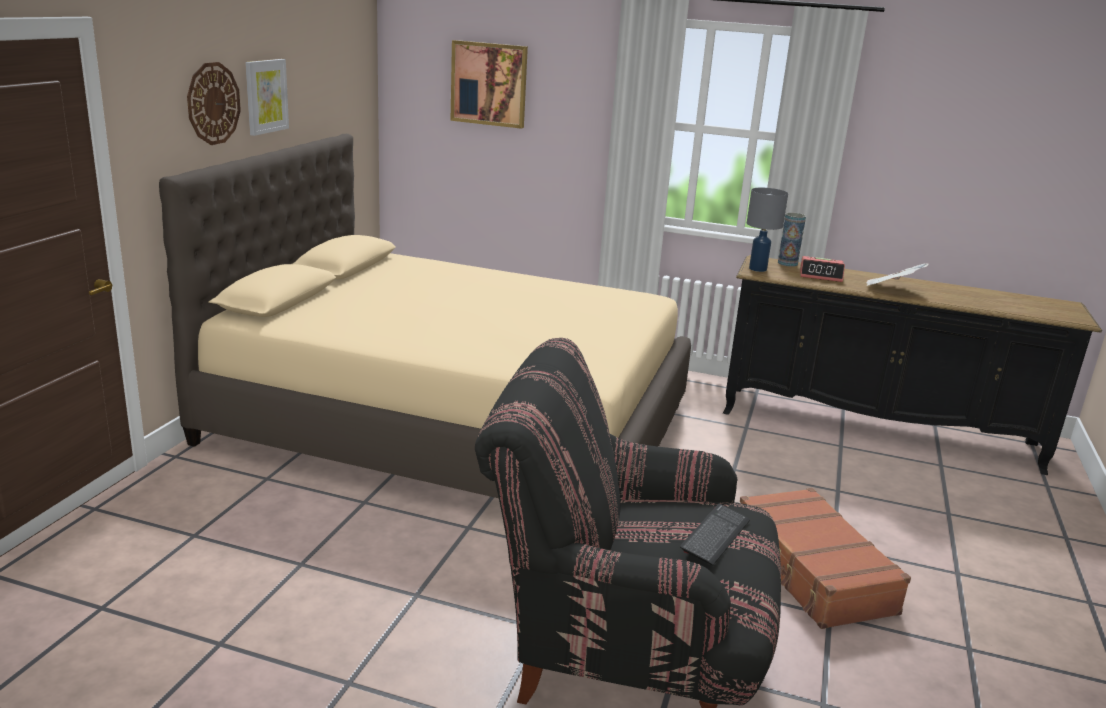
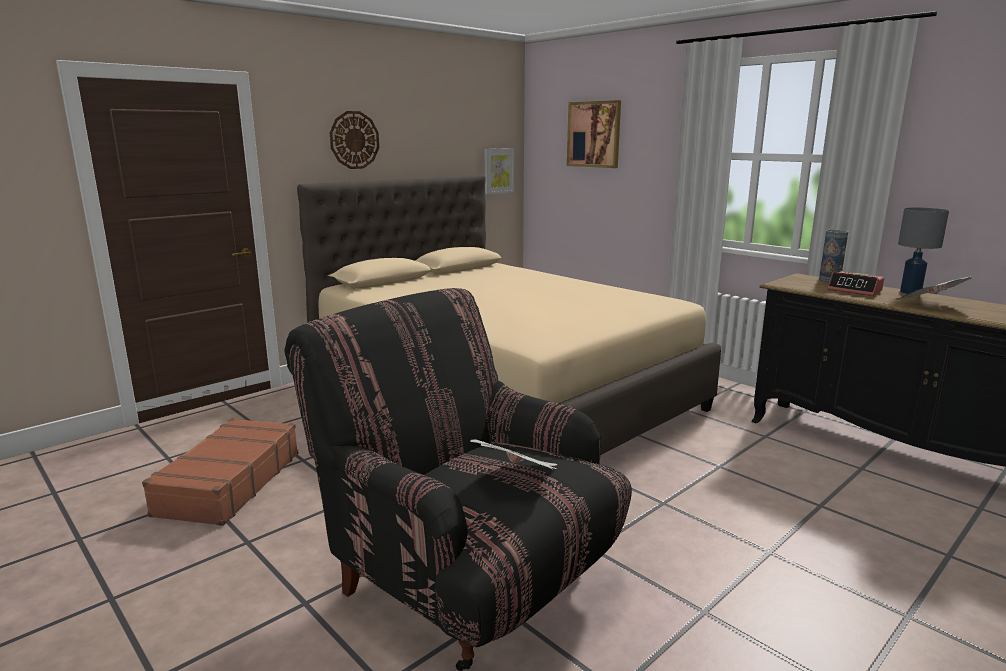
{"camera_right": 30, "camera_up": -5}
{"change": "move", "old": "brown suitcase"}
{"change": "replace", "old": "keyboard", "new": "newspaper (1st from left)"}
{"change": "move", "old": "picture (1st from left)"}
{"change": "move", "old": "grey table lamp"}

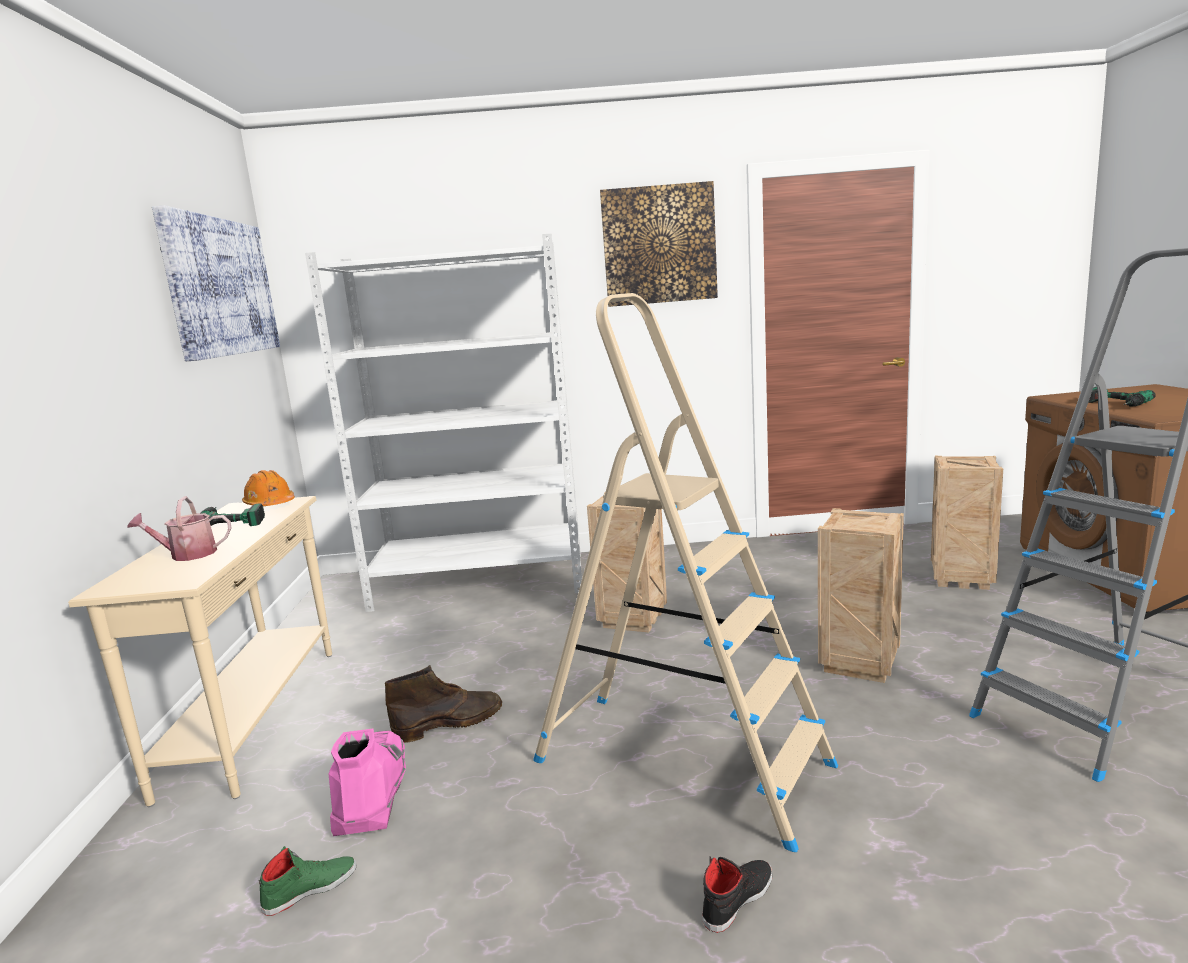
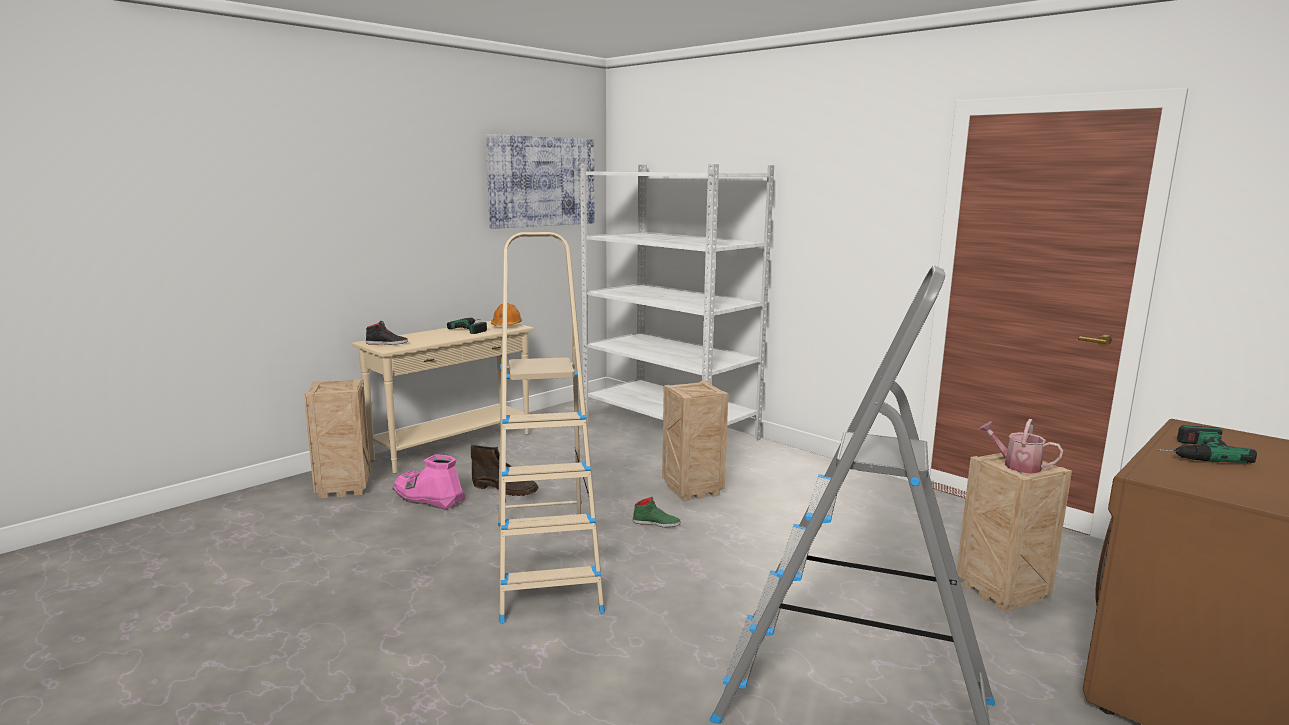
{"camera_right": 45, "camera_up": 0}
{"change": "move", "old": "crate (2nd from left in the first image)", "new": "crate (1st from left)"}
{"change": "move", "old": "black shoe"}
{"change": "rotate", "old": "pink boot", "degrees": -105}
{"change": "move", "old": "green shoe"}
{"change": "move", "old": "watering can"}
{"change": "delete", "old": "picture (2nd from left)"}

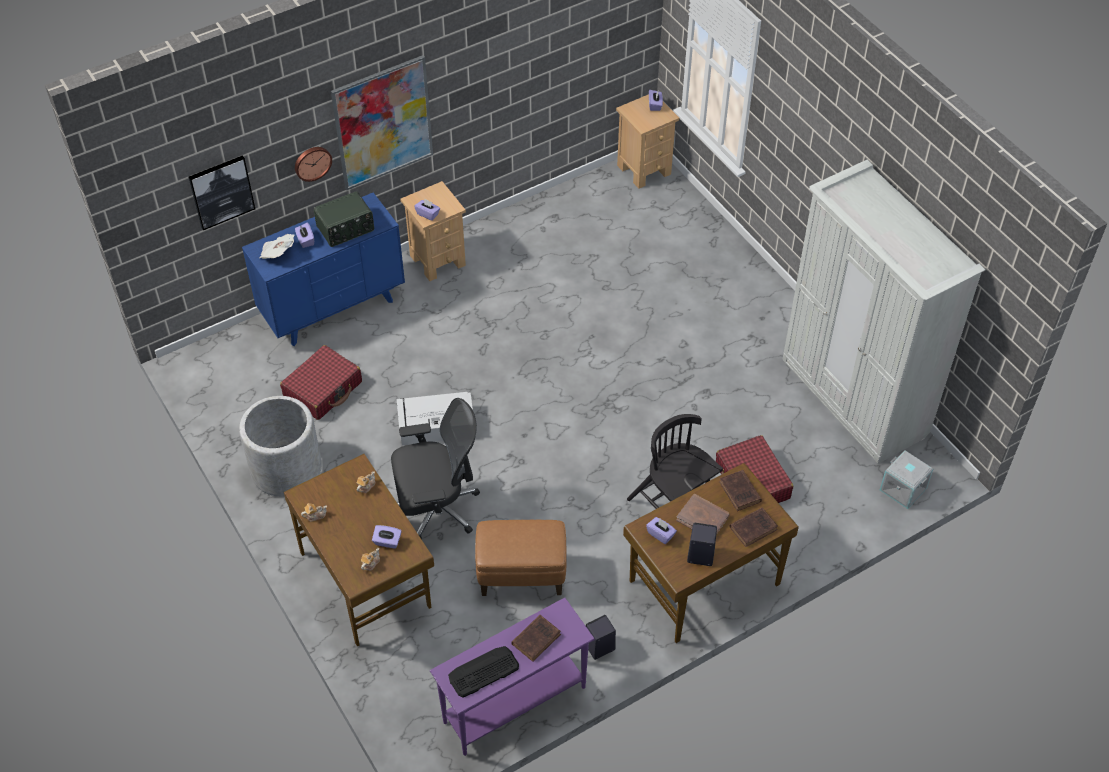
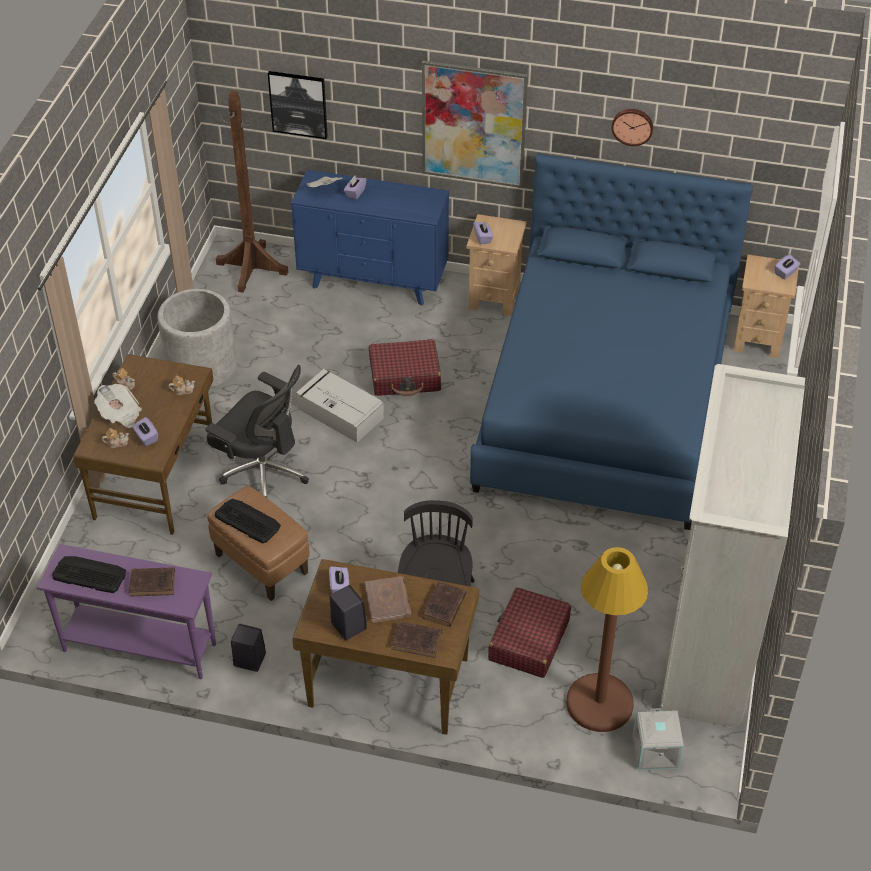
{"camera_right": 45, "camera_up": -5}
{"change": "insert", "new": "newspaper (1st from left)"}
{"change": "insert", "new": "keyboard (2nd from left)"}
{"change": "insert", "new": "brown clothes rack"}
{"change": "move", "old": "red suitcase (1st from left)"}
{"change": "insert", "new": "blue bed"}
{"change": "insert", "new": "brown floor lamp"}
{"change": "move", "old": "wall clock"}
{"change": "delete", "old": "radio"}

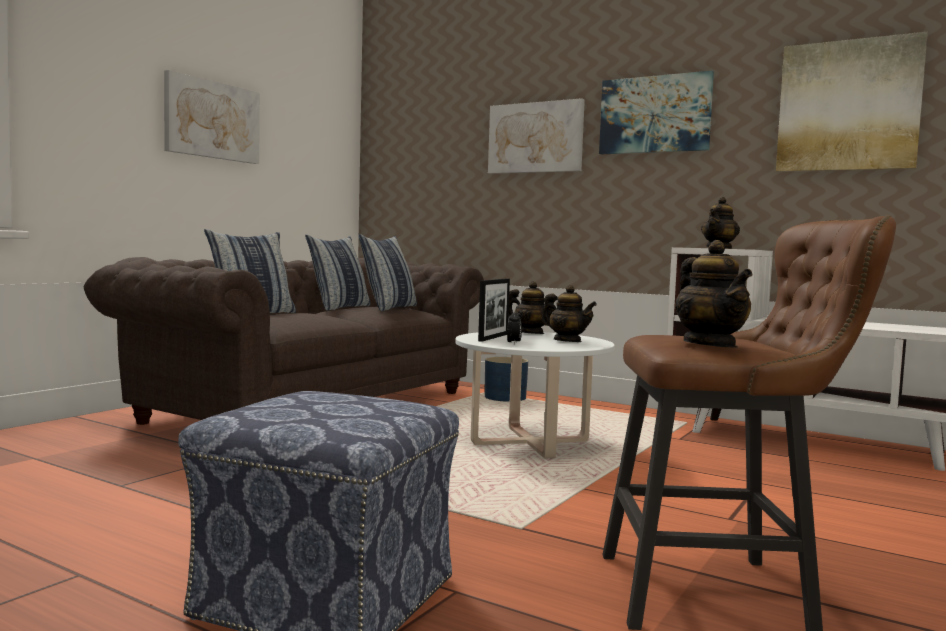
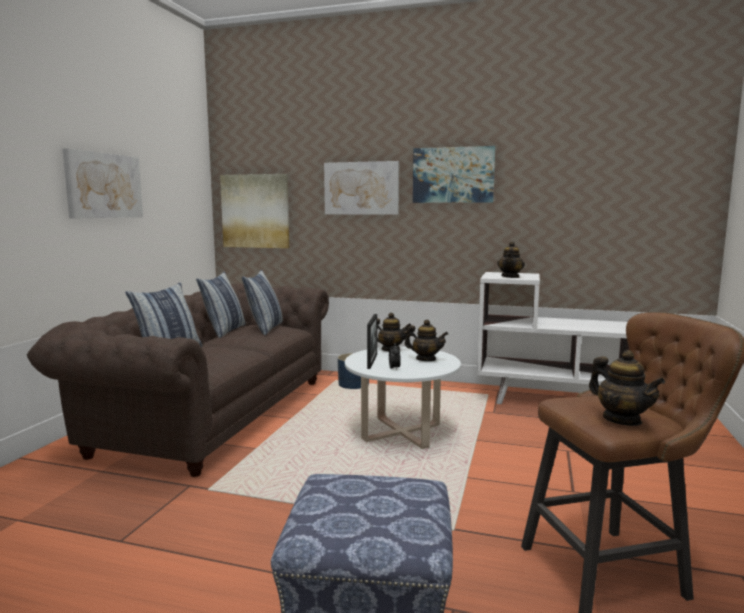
{"camera_right": -15, "camera_up": 5}
{"change": "move", "old": "picture (4th from left in the first image)", "new": "picture (2nd from left)"}

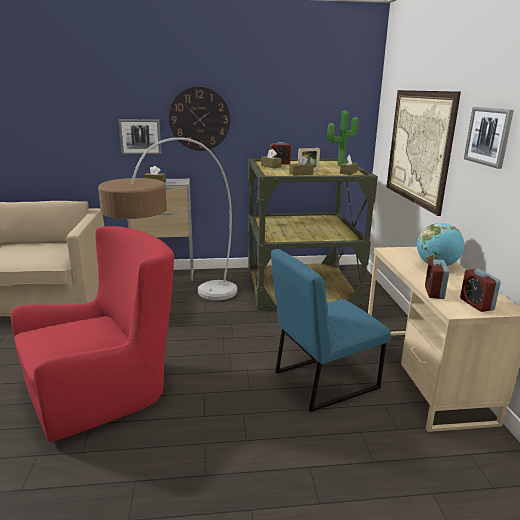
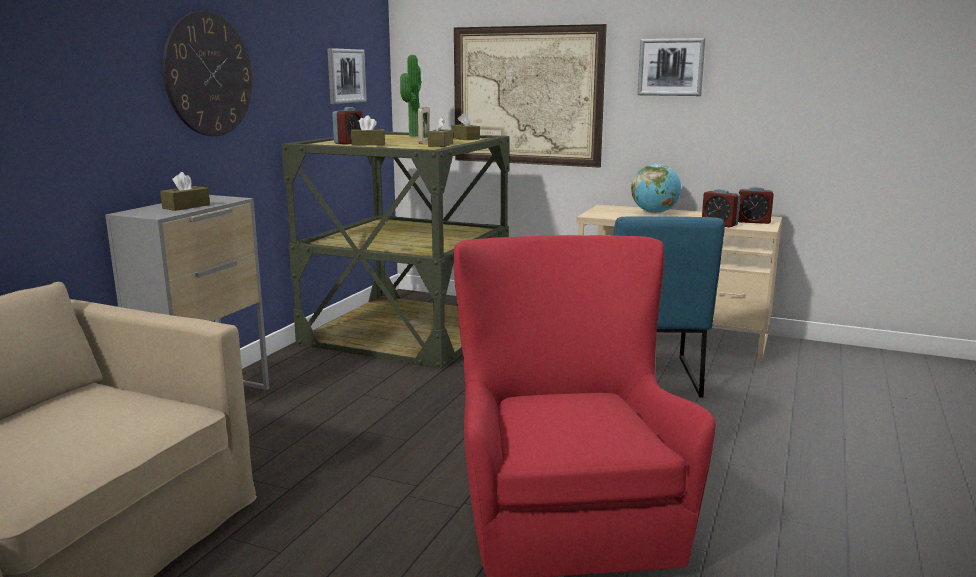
{"camera_right": -60, "camera_up": -5}
{"change": "move", "old": "picture (1st from left)"}
{"change": "delete", "old": "floor lamp"}

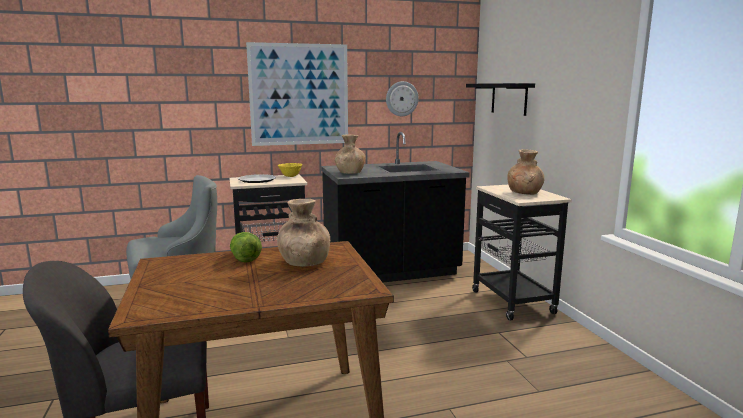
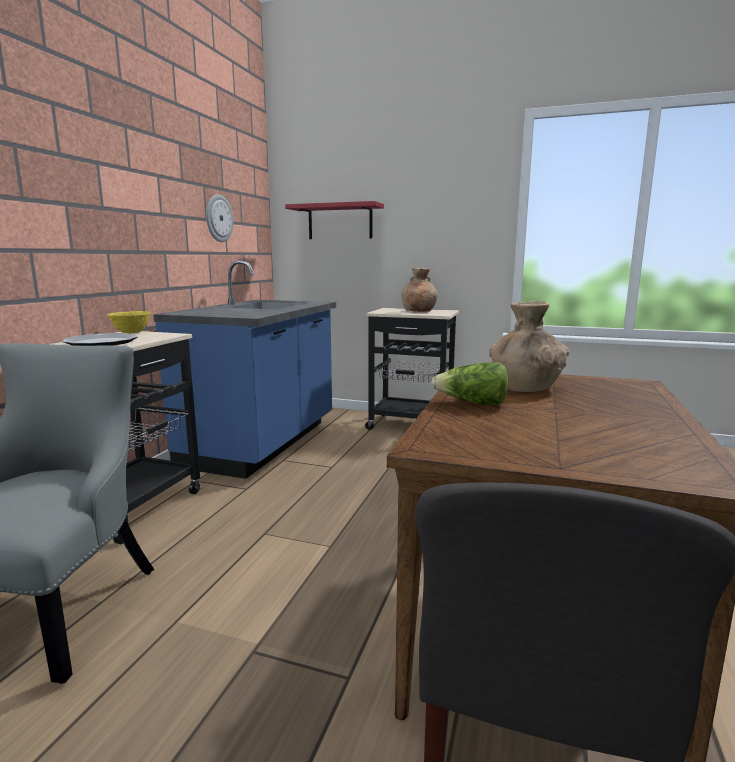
{"camera_right": -55, "camera_up": 0}
{"change": "recolor", "old": "black counter", "new": "blue counter"}
{"change": "recolor", "old": "black shelf", "new": "red shelf"}
{"change": "delete", "old": "picture"}
{"change": "delete", "old": "brown vase (2nd from left)"}

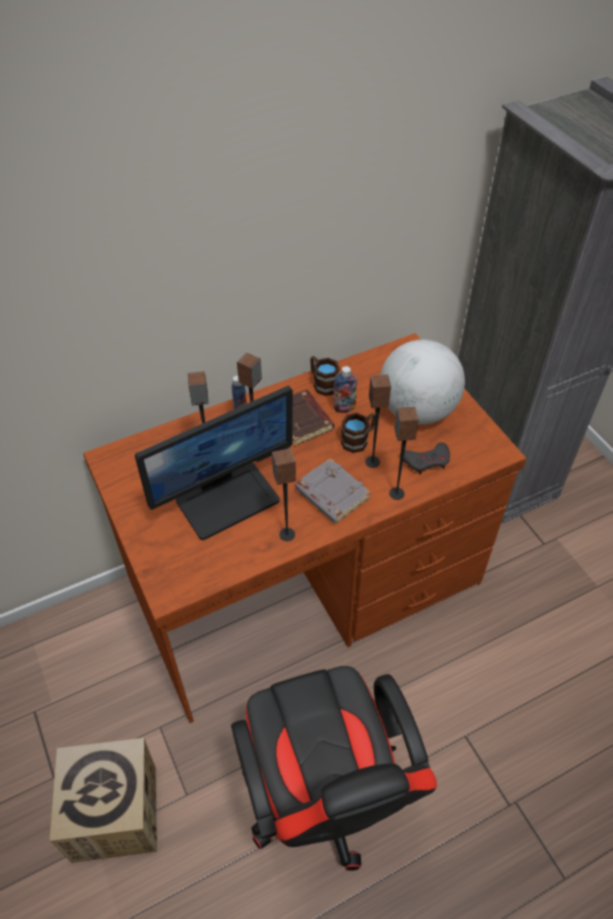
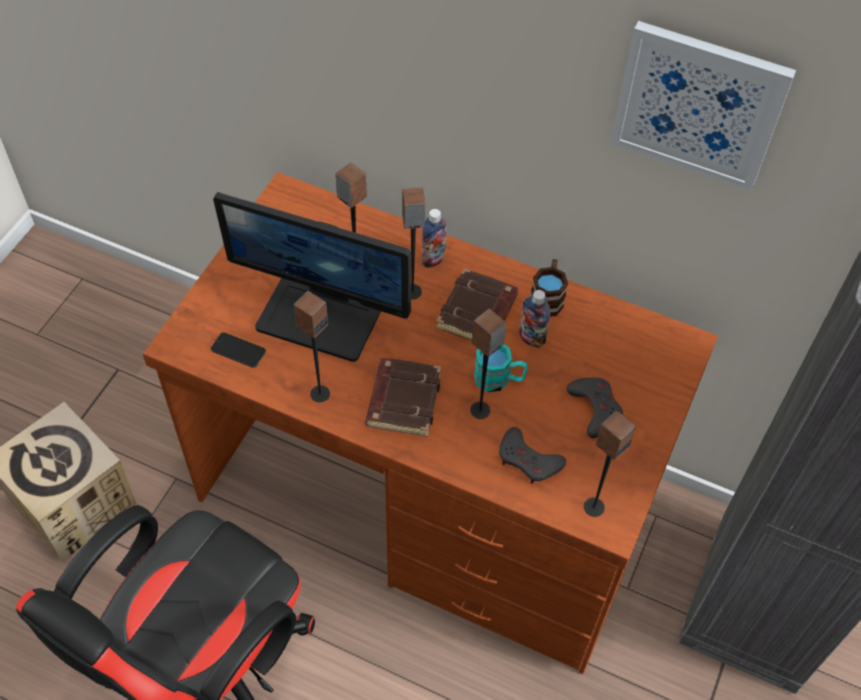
{"camera_right": 50, "camera_up": 5}
{"change": "insert", "new": "phone"}
{"change": "recolor", "old": "grey book", "new": "brown book (1st from left)"}
{"change": "recolor", "old": "brown mug (2nd from left)", "new": "turquoise mug"}
{"change": "replace", "old": "globe", "new": "grey game controller (2nd from left)"}
{"change": "move", "old": "speaker (5th from left)"}
{"change": "insert", "new": "picture"}

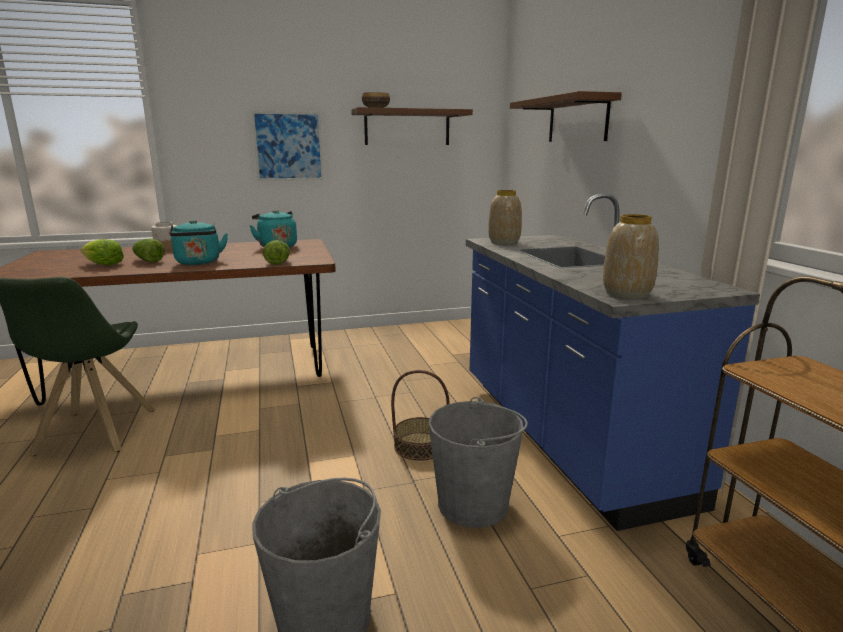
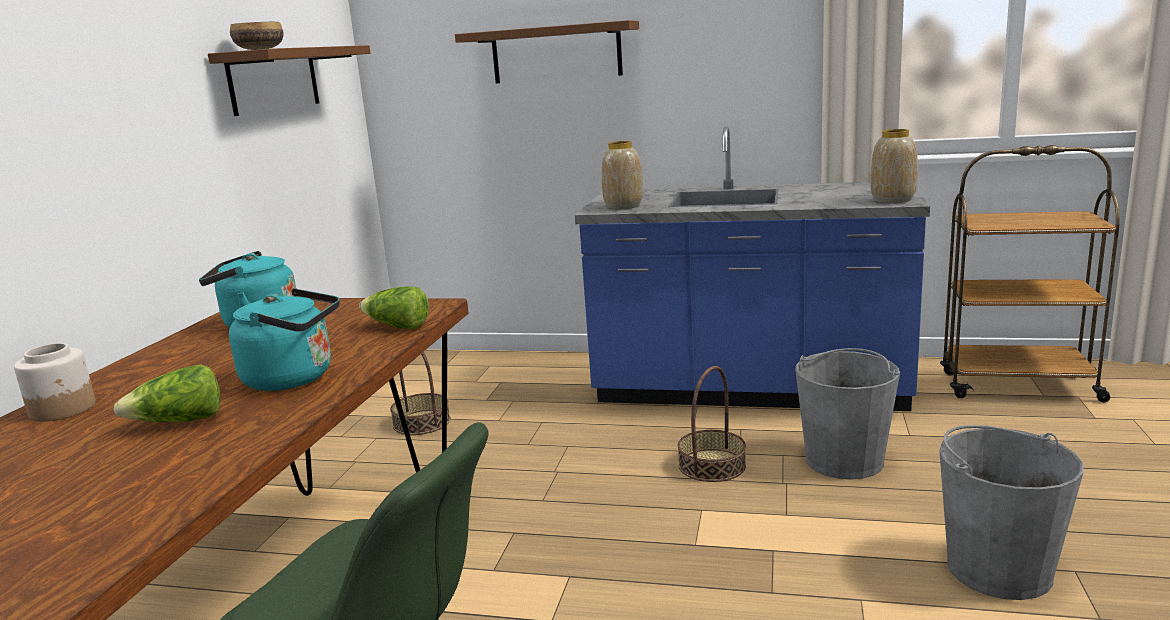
{"camera_right": -60, "camera_up": 0}
{"change": "insert", "new": "basket (1st from left)"}
{"change": "delete", "old": "lettuce (1st from left)"}
{"change": "delete", "old": "picture"}

